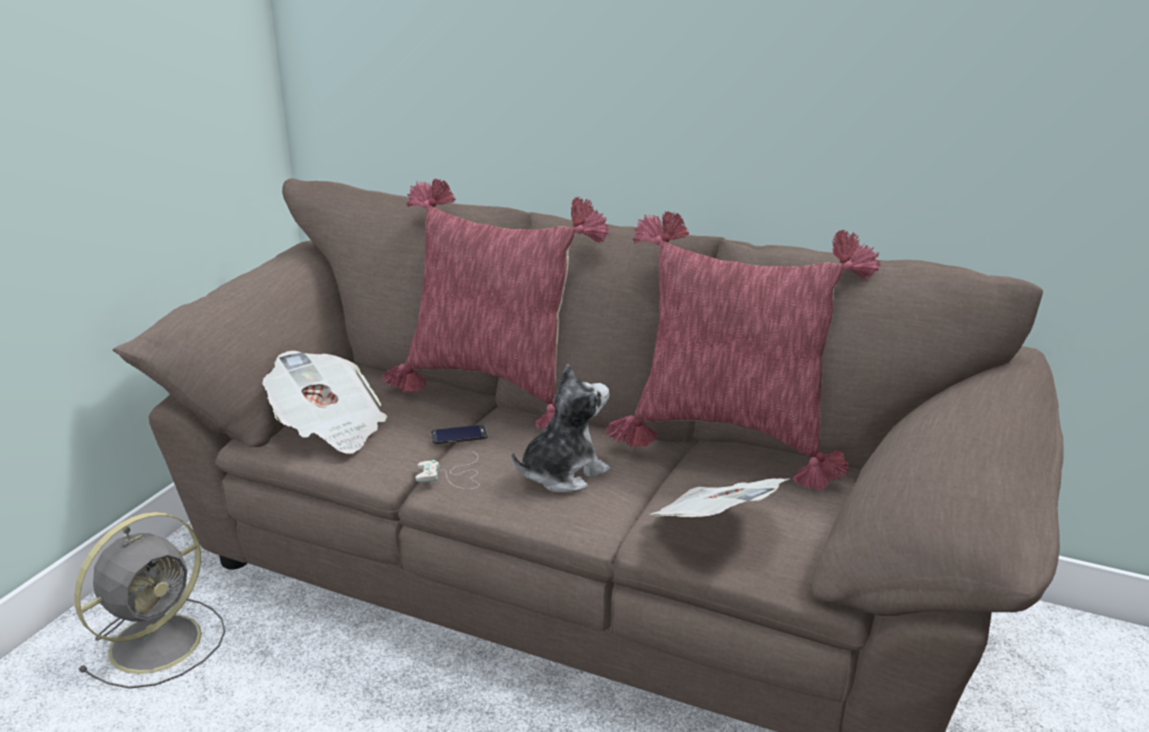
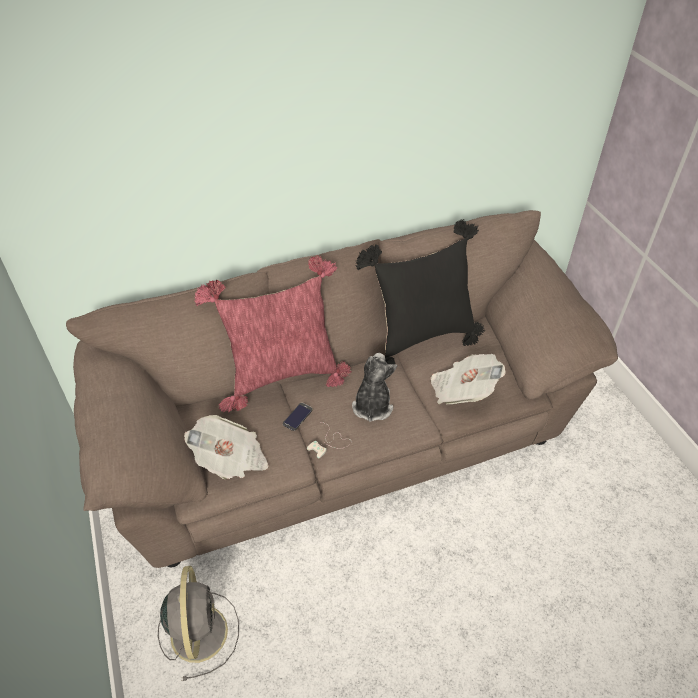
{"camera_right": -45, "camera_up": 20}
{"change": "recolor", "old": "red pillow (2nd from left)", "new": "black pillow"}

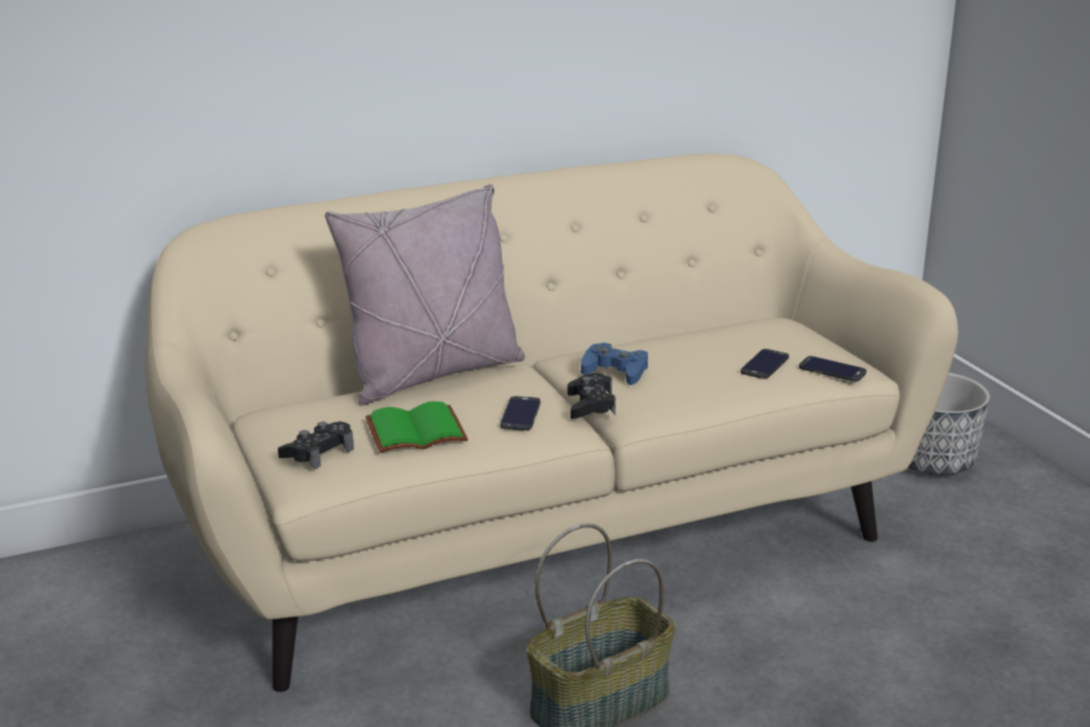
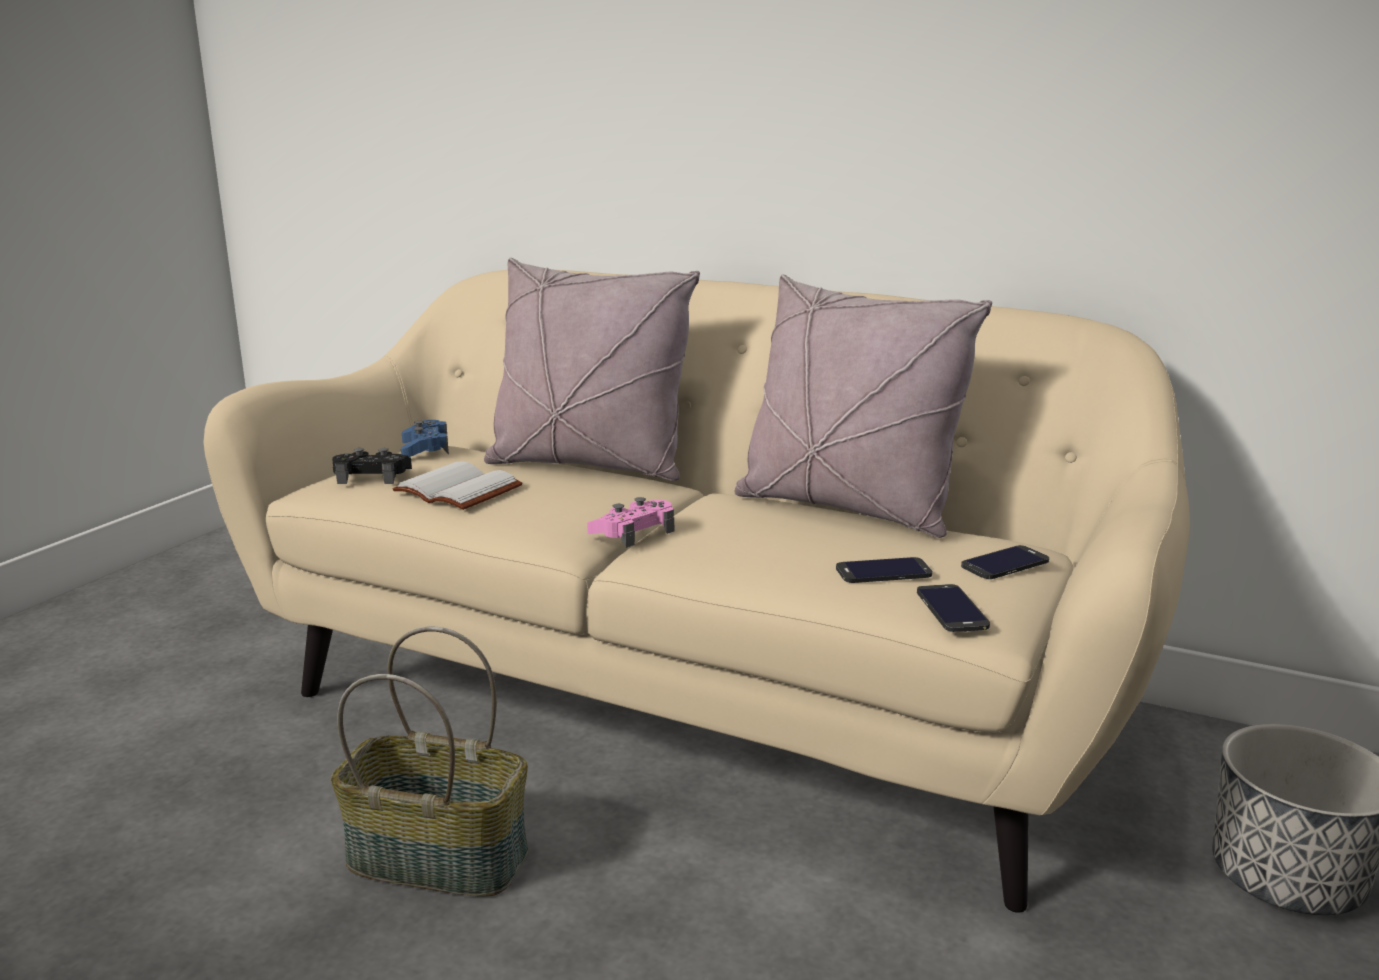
{"camera_right": 50, "camera_up": -5}
{"change": "recolor", "old": "green book", "new": "white book"}
{"change": "move", "old": "blue game controller"}
{"change": "recolor", "old": "black game controller (2nd from left)", "new": "pink game controller"}
{"change": "insert", "new": "purple pillow (2nd from left)"}
{"change": "move", "old": "phone (1st from left in the first image)", "new": "phone (3rd from left)"}

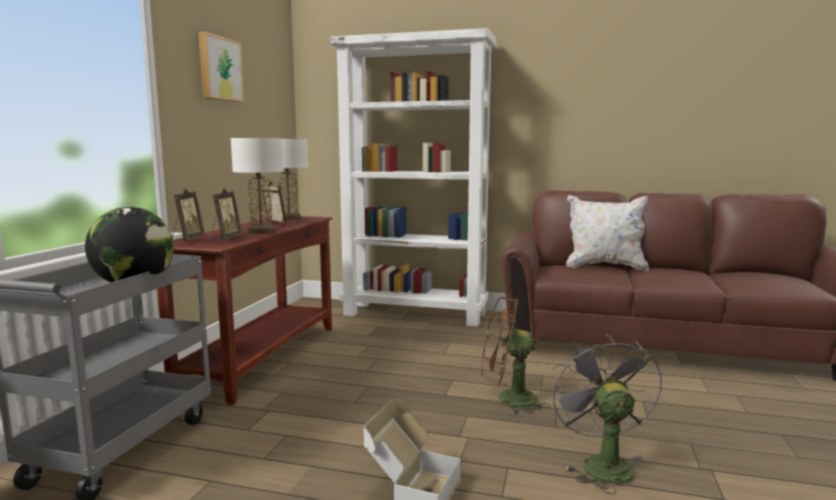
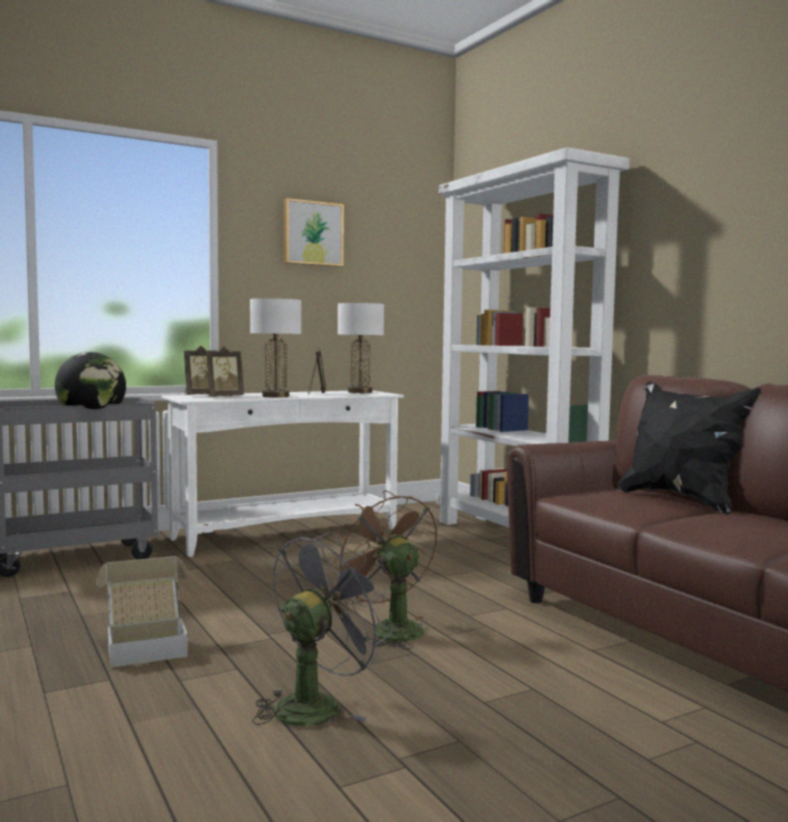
{"camera_right": 45, "camera_up": -5}
{"change": "recolor", "old": "brown console table", "new": "white console table"}
{"change": "recolor", "old": "white pillow", "new": "black pillow"}

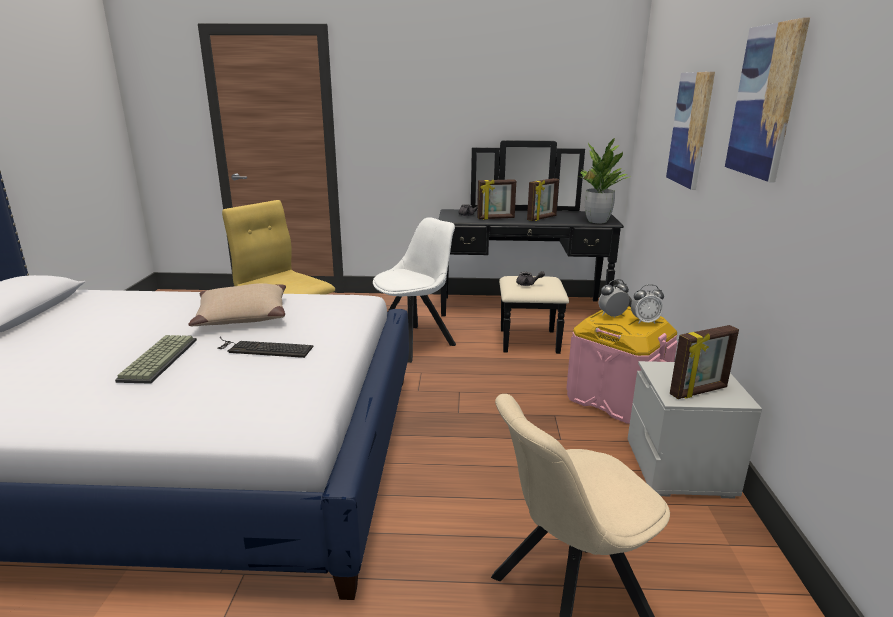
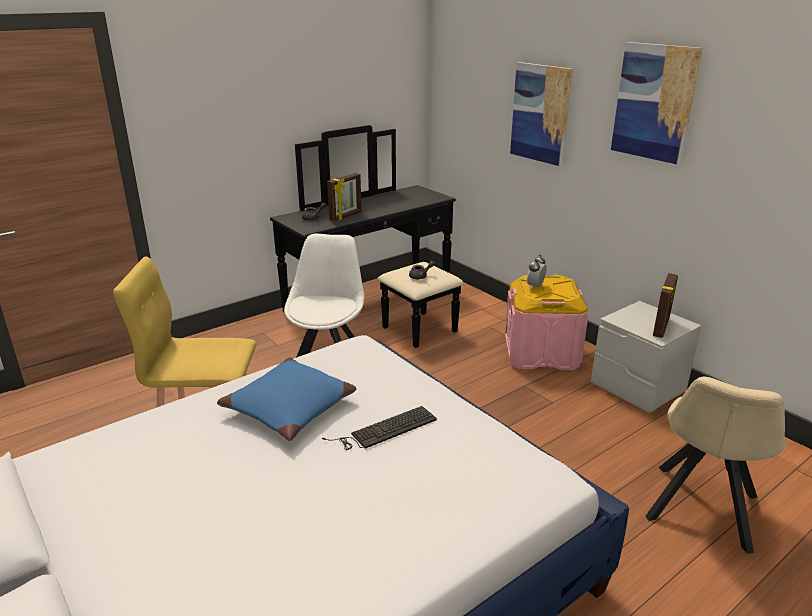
{"camera_right": -40, "camera_up": 5}
{"change": "recolor", "old": "beige pillow", "new": "blue pillow"}
{"change": "delete", "old": "keyboard (1st from left)"}
{"change": "delete", "old": "picture frame (2nd from left)"}
{"change": "delete", "old": "potted plant"}
{"change": "delete", "old": "alarm clock (2nd from left)"}

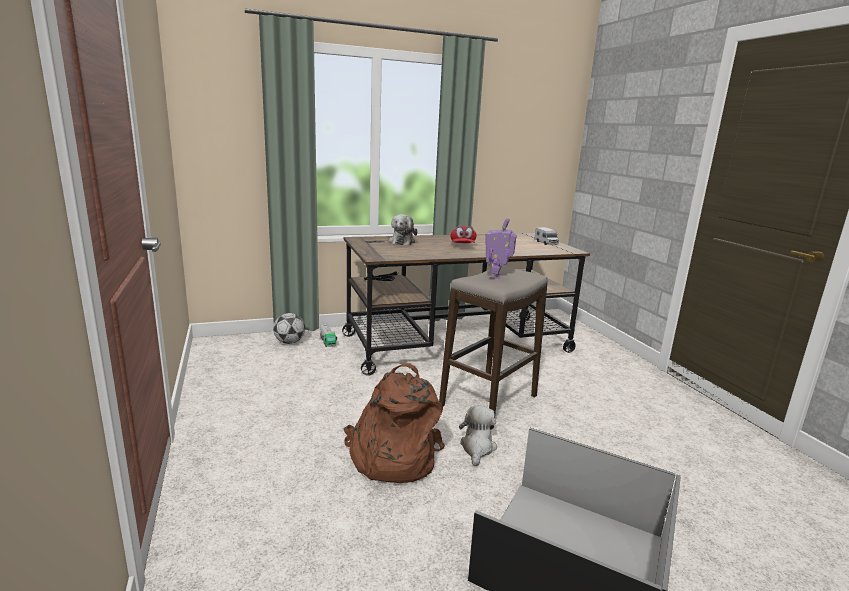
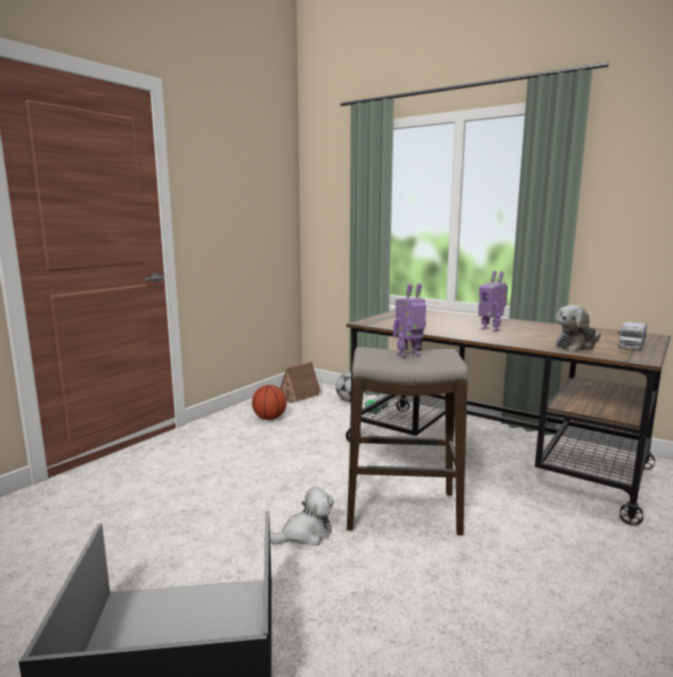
{"camera_right": 55, "camera_up": -5}
{"change": "insert", "new": "basketball"}
{"change": "insert", "new": "toy house"}
{"change": "replace", "old": "red cap", "new": "toy robot (2nd from left)"}
{"change": "move", "old": "plush toy (1st from left in the first image)", "new": "plush toy (2nd from left)"}
{"change": "delete", "old": "brown backpack"}

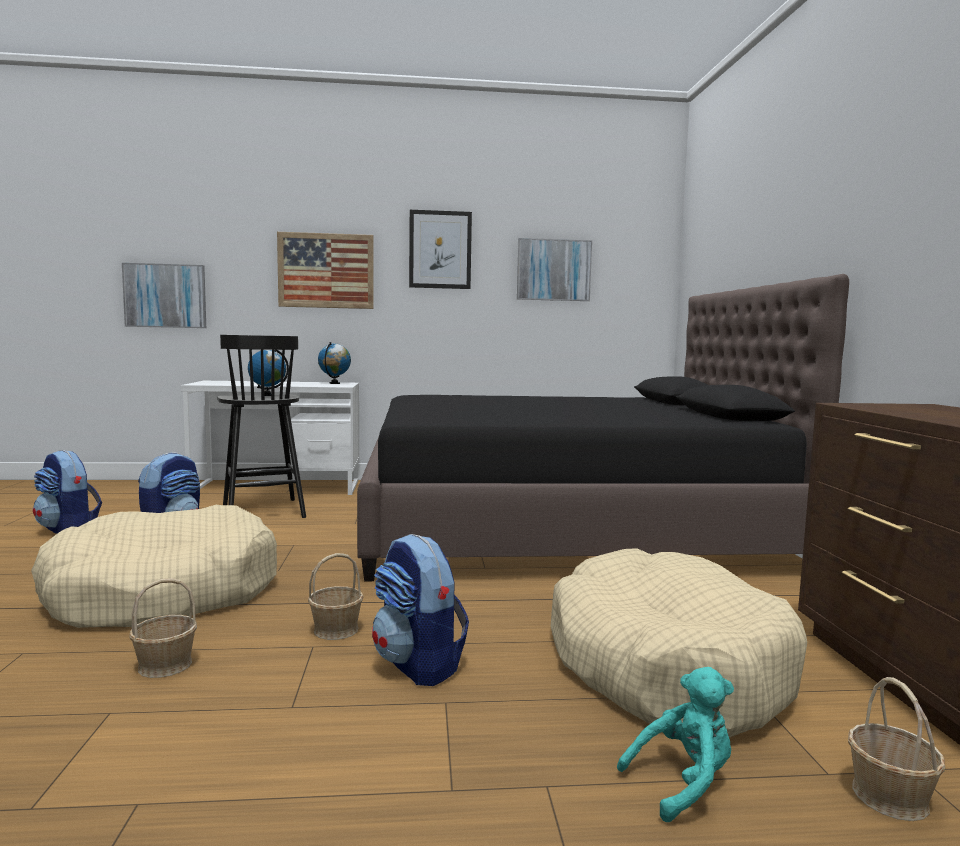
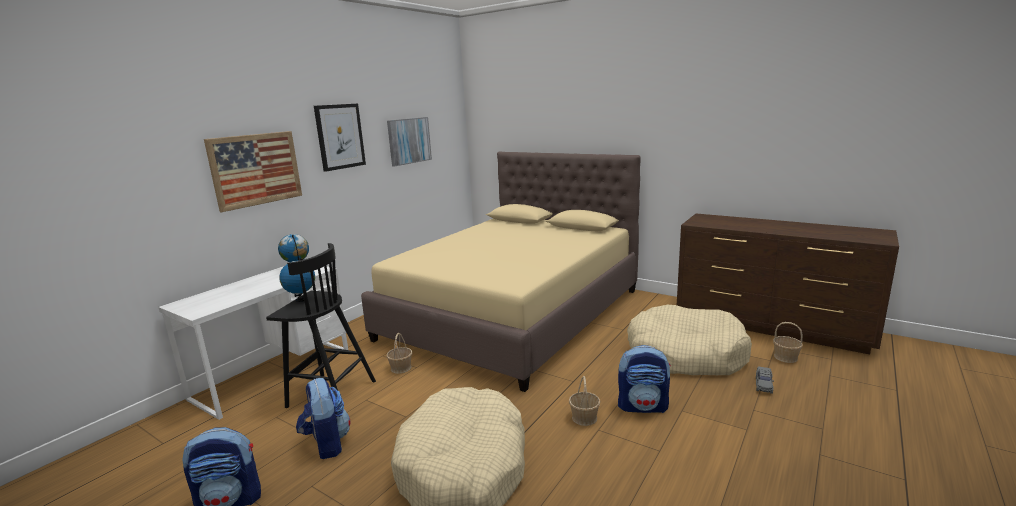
{"camera_right": -50, "camera_up": 10}
{"change": "recolor", "old": "black bed", "new": "beige bed"}
{"change": "move", "old": "basket (1st from left)"}
{"change": "replace", "old": "turquoise plush toy", "new": "grey toy car"}
{"change": "delete", "old": "picture (1st from left)"}

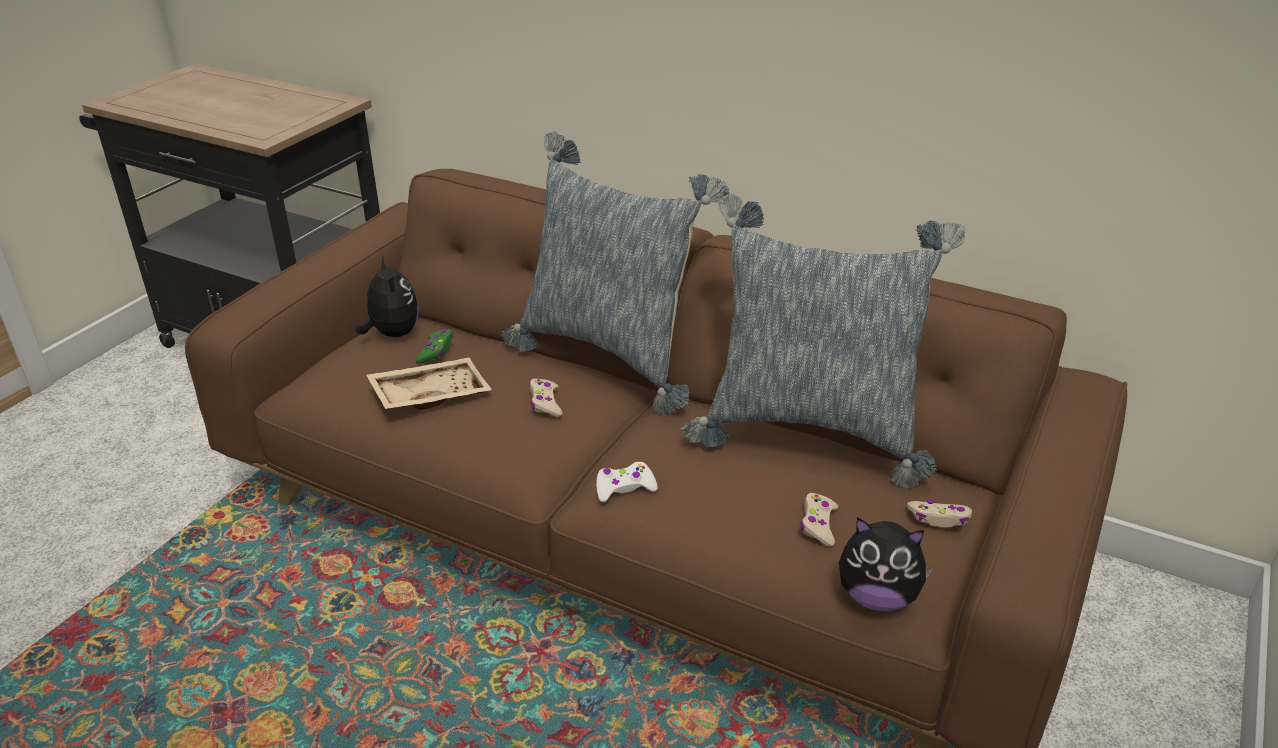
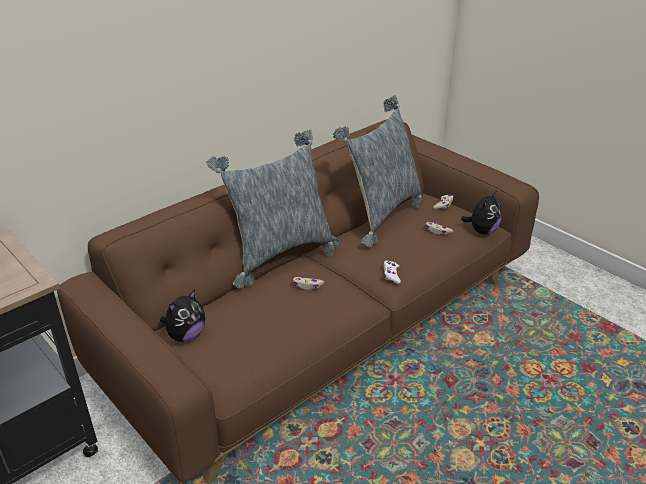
{"camera_right": -70, "camera_up": 0}
{"change": "rotate", "old": "plush toy (1st from left)", "degrees": 135}
{"change": "delete", "old": "beige tray"}
{"change": "delete", "old": "green game controller"}

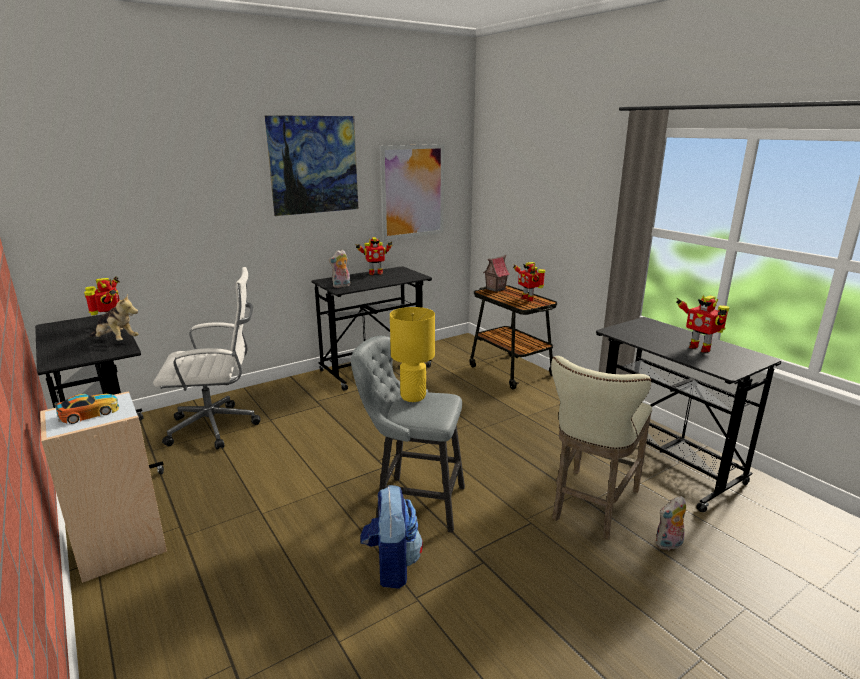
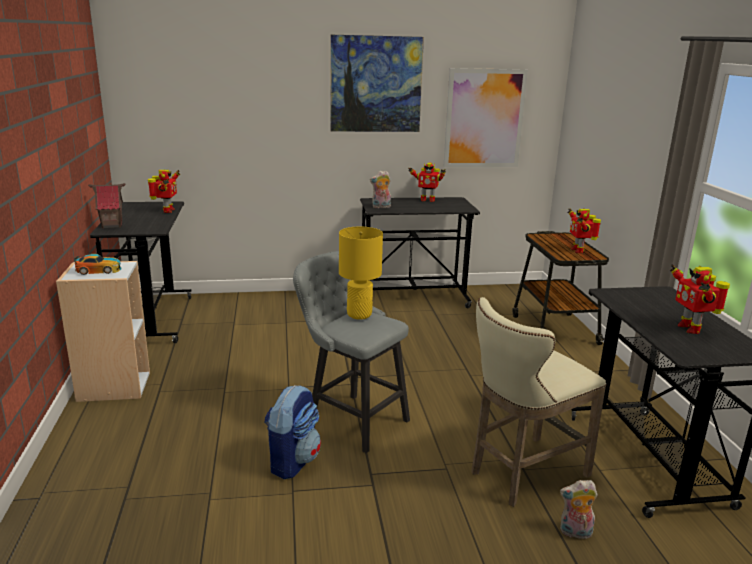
{"camera_right": 25, "camera_up": 0}
{"change": "move", "old": "toy house"}
{"change": "delete", "old": "plush toy (1st from left)"}
{"change": "delete", "old": "white office chair"}

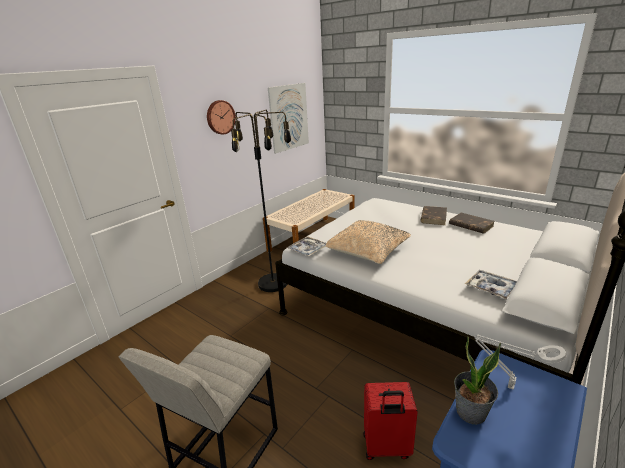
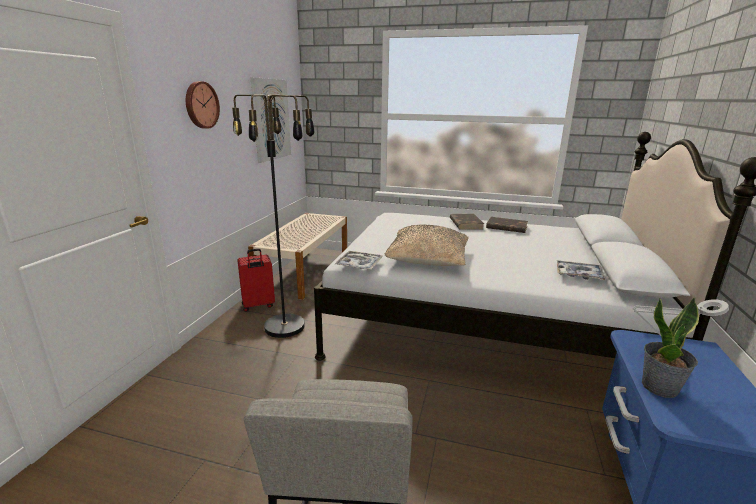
{"camera_right": -25, "camera_up": -5}
{"change": "move", "old": "red suitcase"}

